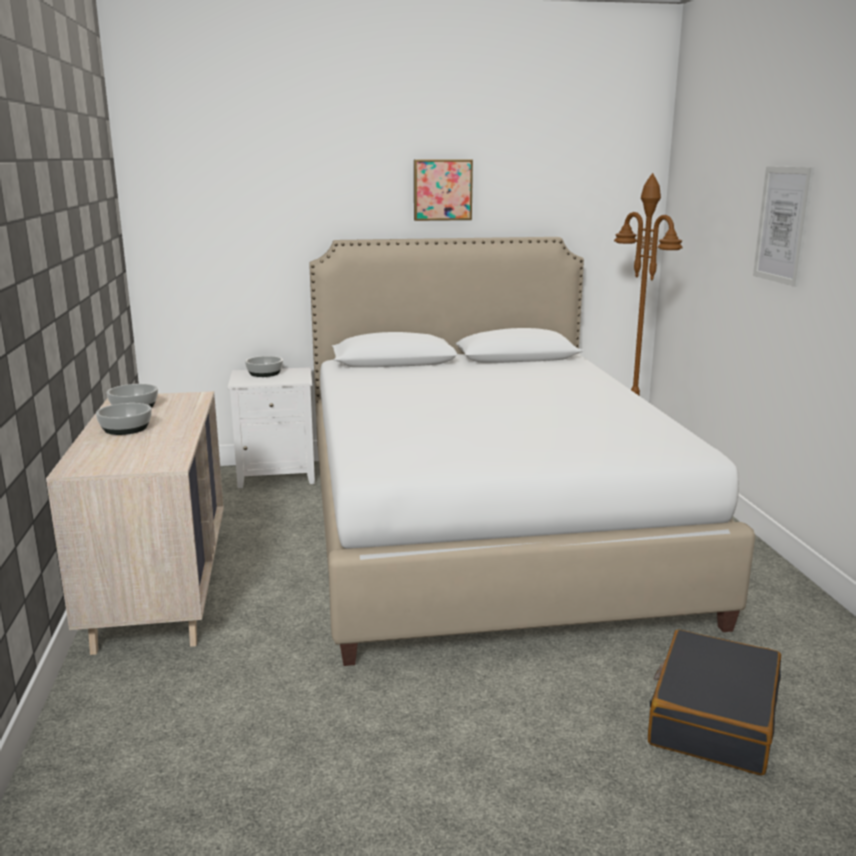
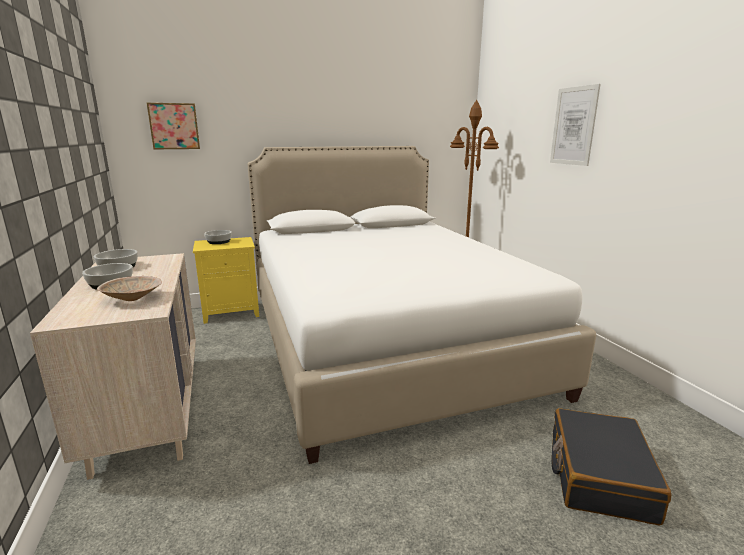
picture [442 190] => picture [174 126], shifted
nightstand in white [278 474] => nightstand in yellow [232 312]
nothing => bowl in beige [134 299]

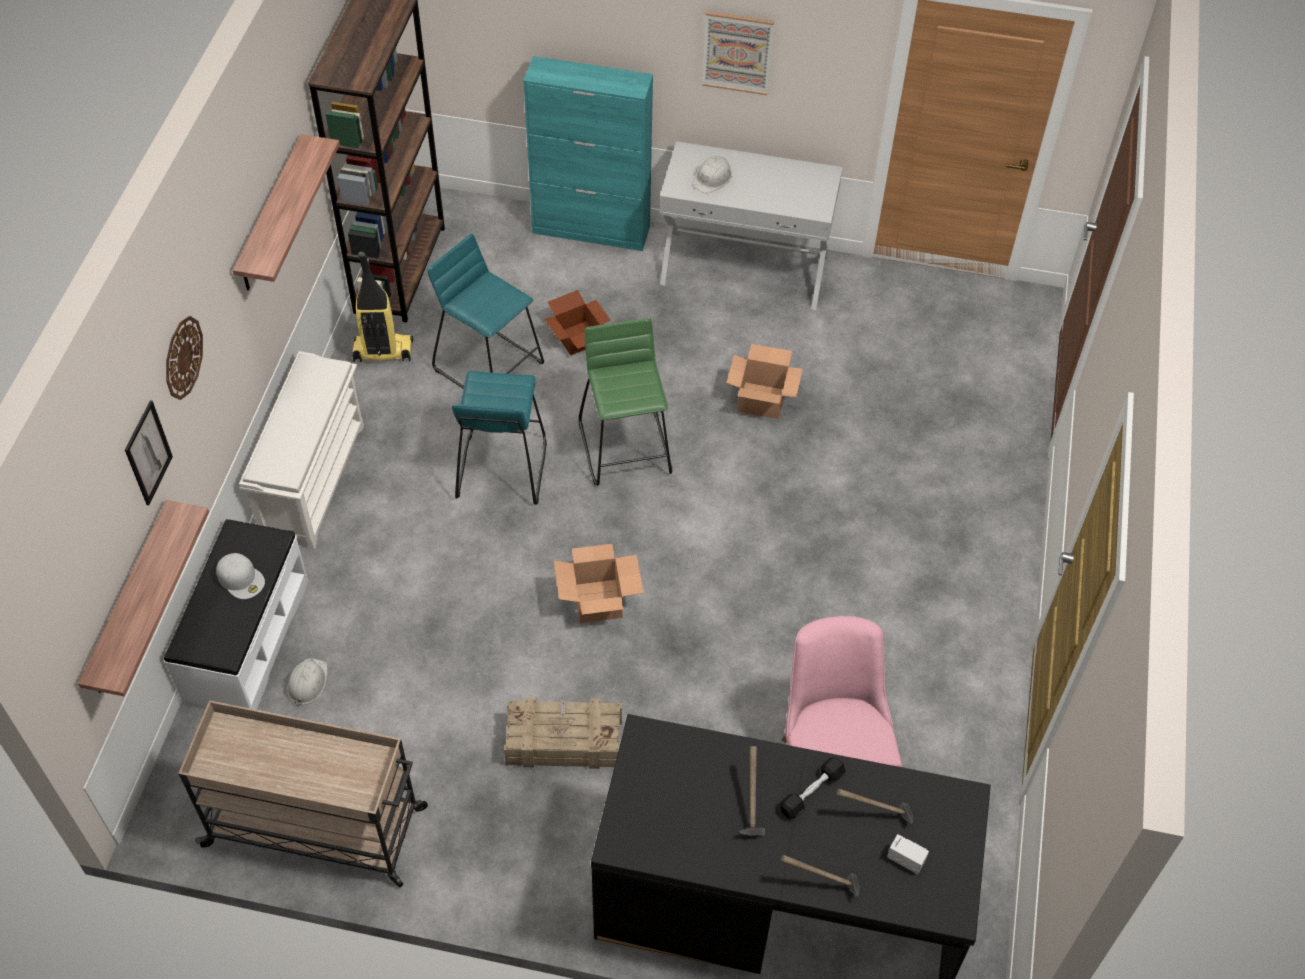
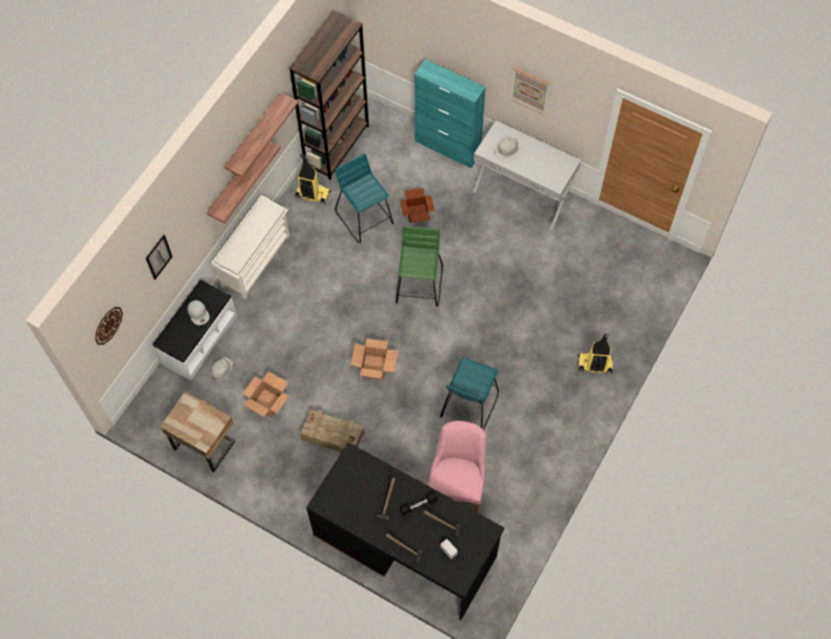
wall clock [183 357] => wall clock [108 325], shifted
cardboard box [761 400] => cardboard box [267 403], shifted
stool in turquoise [501 469] => stool in turquoise [469 405], shifted
shelf [129 601] => shelf [236 180], shifted
cart in beige [318 827] => nightstand in beige [205 444]
nothing => vacuum cleaner [594 365]

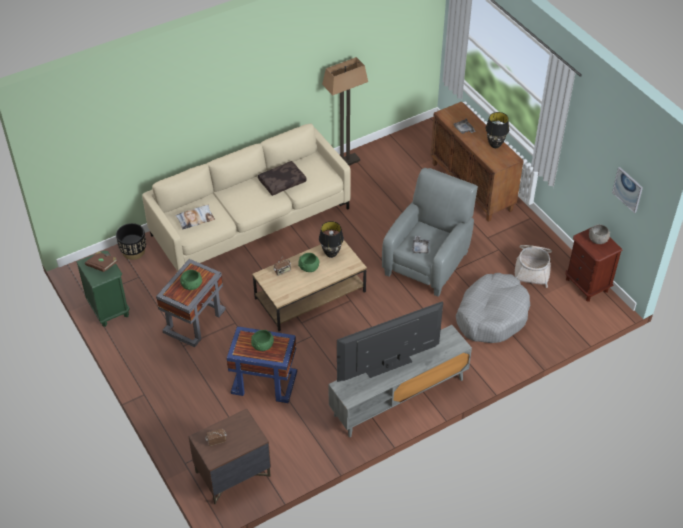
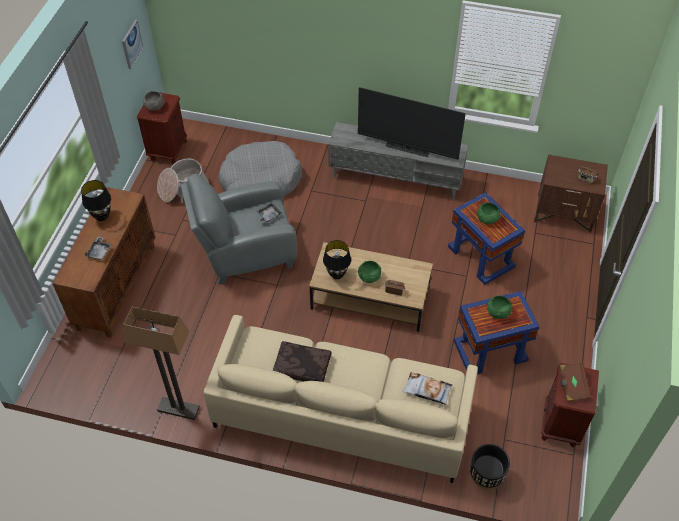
nightstand in green [109 309] => nightstand in brown [560 424]
side table in grey [195 320] => side table in blue [489 351]

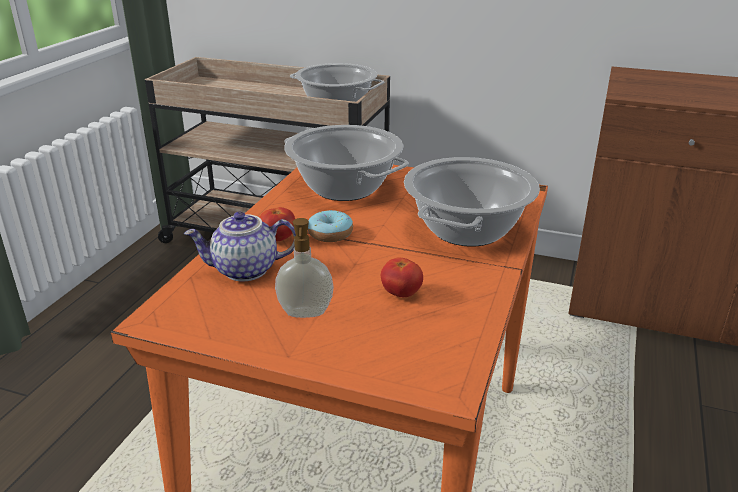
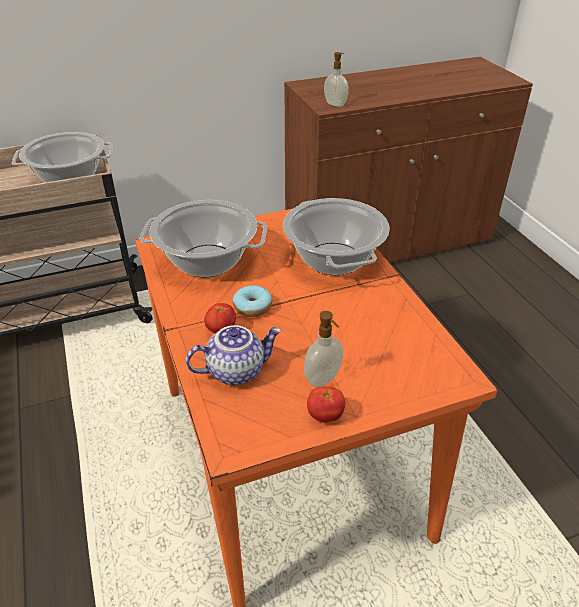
teapot [245 271] => teapot [236 370], 150 degrees counterclockwise
tomato [401 293] => tomato [325 415], shifted
nothing => soap dispenser [335 104]

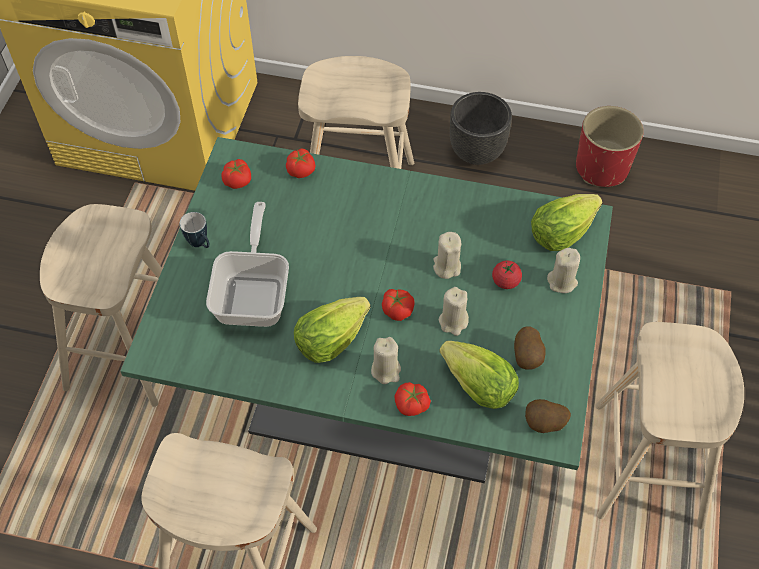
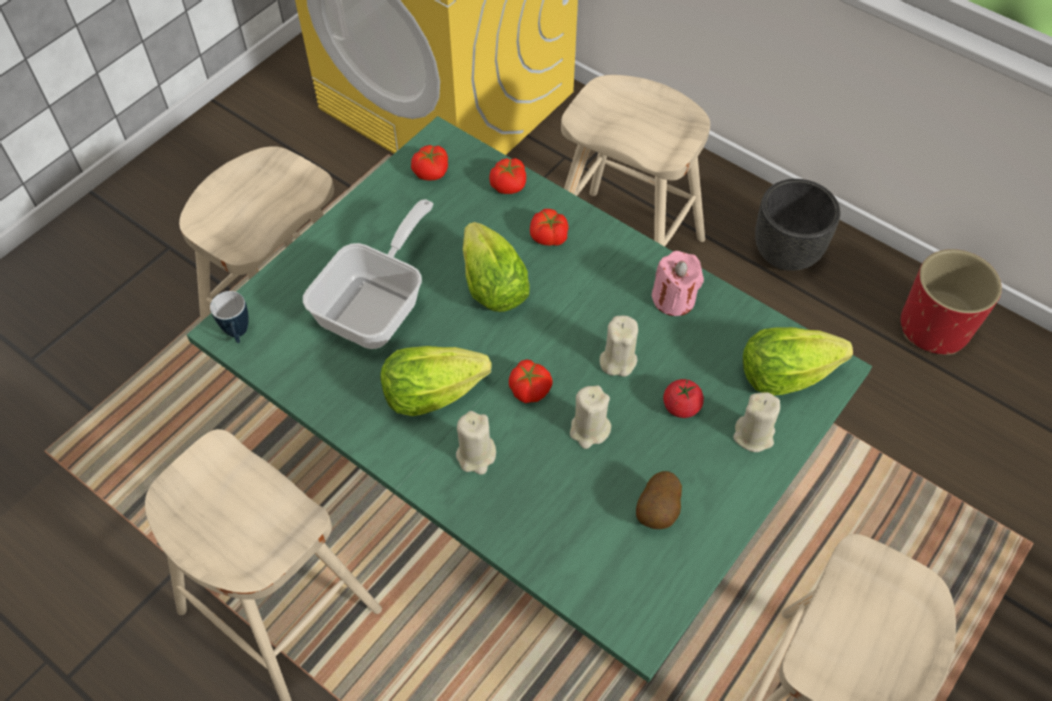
mug [200 244] => mug [238 335], shifted
lettuce [478 387] => lettuce [493 287], shifted
tomato [412 405] => tomato [549 237], shifted
potato [544 425] => nothing
nothing => candle in pink [674 299]

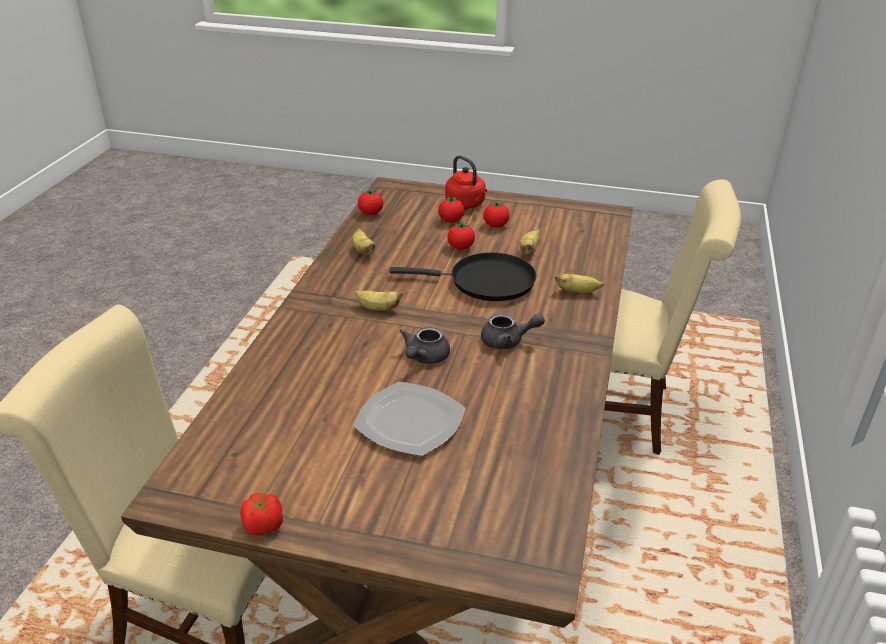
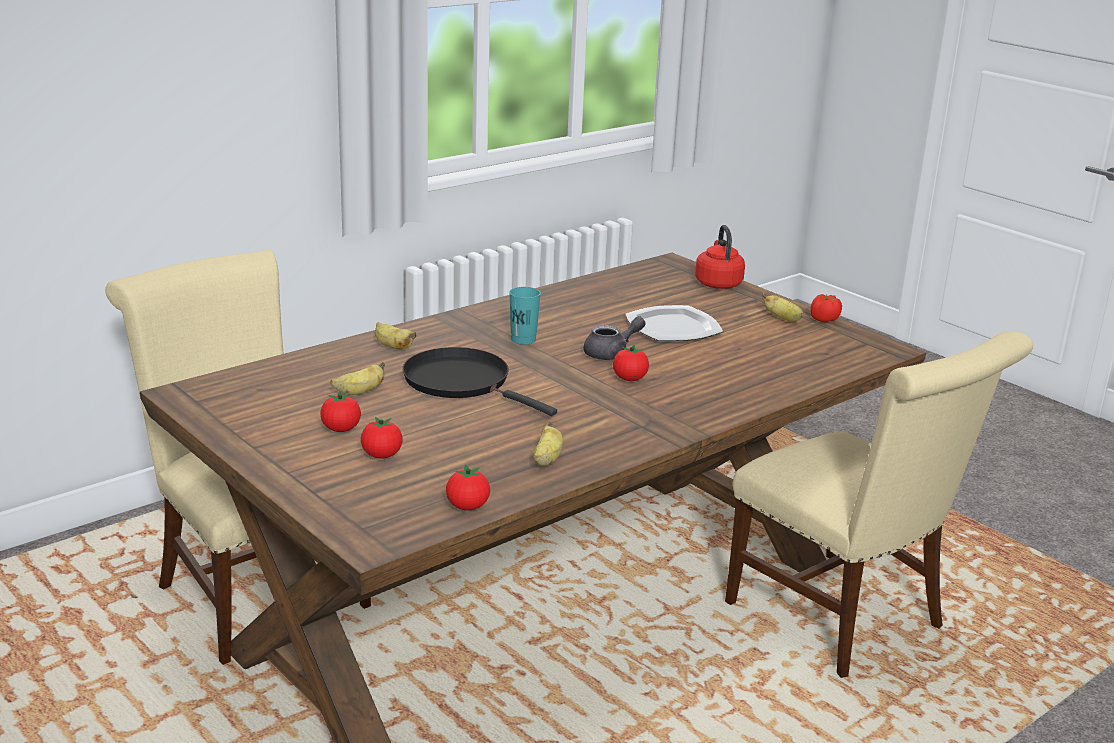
kettle in red [466 204] => kettle in red [718 283], shifted
tomato [460 247] => tomato [629 379], shifted
banana [377 308] => banana [783 319], shifted
teapot in grey [508 341] => cup in turquoise [523 339]

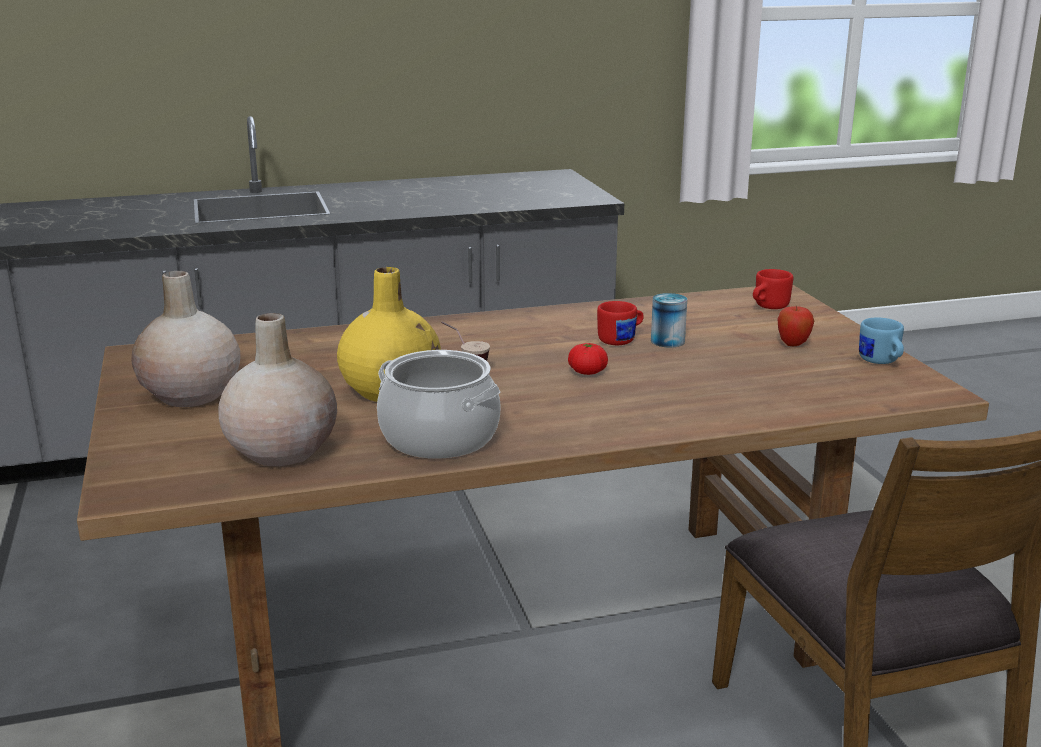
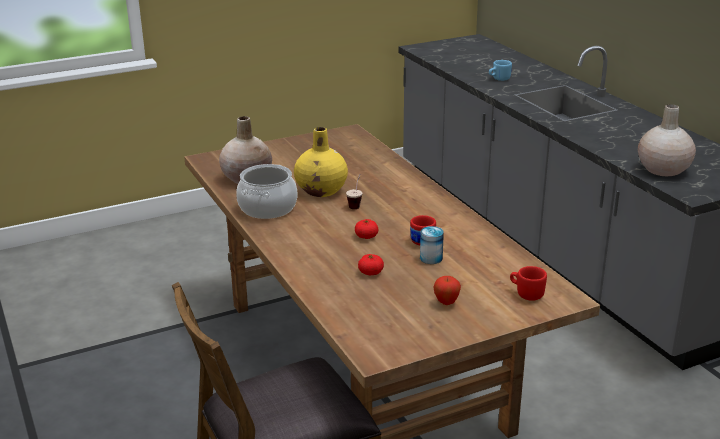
vase in beige [191 395] => vase in beige [662 170], shifted
mug in blue [881 362] => mug in blue [498 79], shifted
nothing => tomato [370 272]

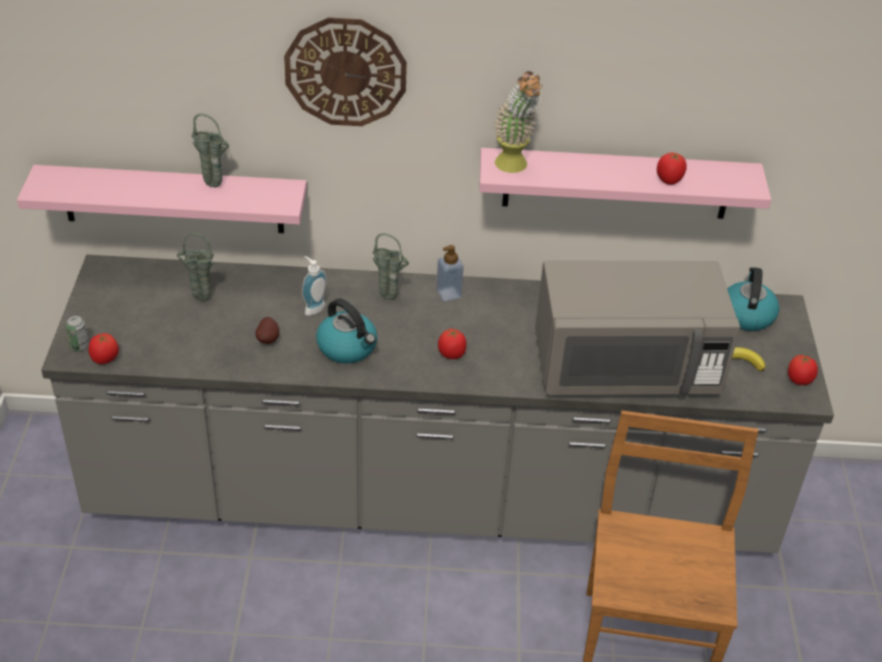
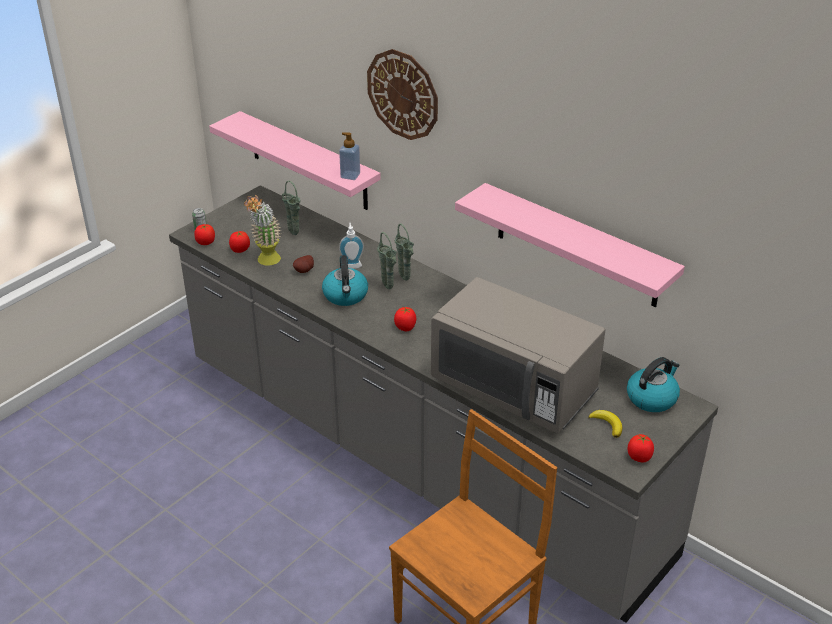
potted plant [514 168] => potted plant [266 262], shifted
vase in green [215 187] => vase in green [388 288], shifted
tomato [669 180] => tomato [240 250], shifted
soap dispenser [448 294] => soap dispenser [350 175], shifted

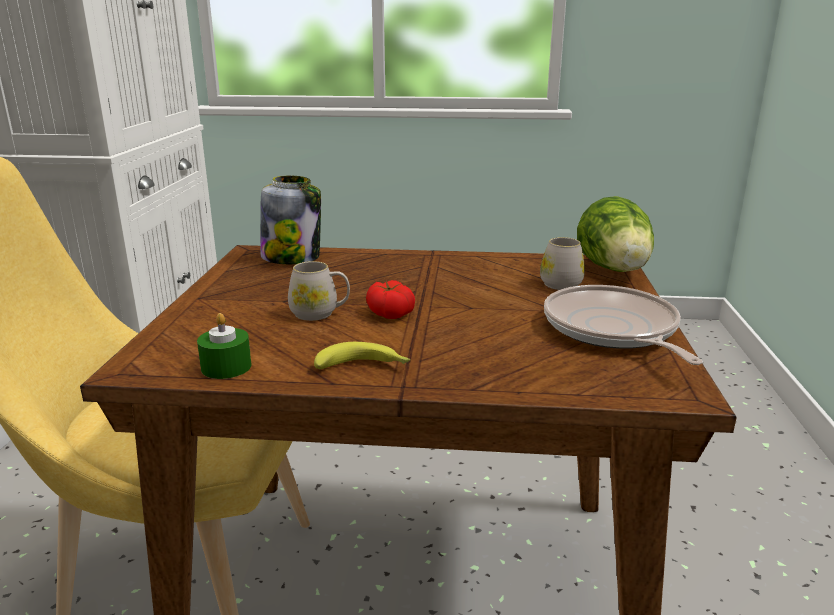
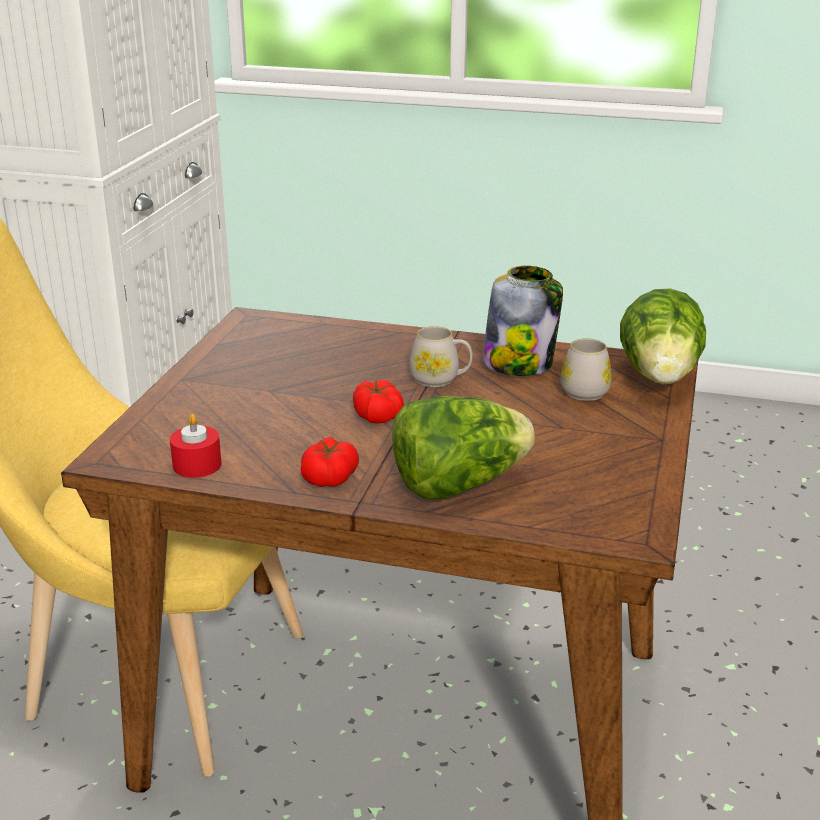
jar [292 257] => jar [519 363], shifted
mug in white [320 313] => mug in white [440 379], shifted
frying pan [612 330] => nothing
candle in green [226 367] => candle in red [197 465]
banana [364 367] => tomato [329 477]
nothing => lettuce [458 485]

